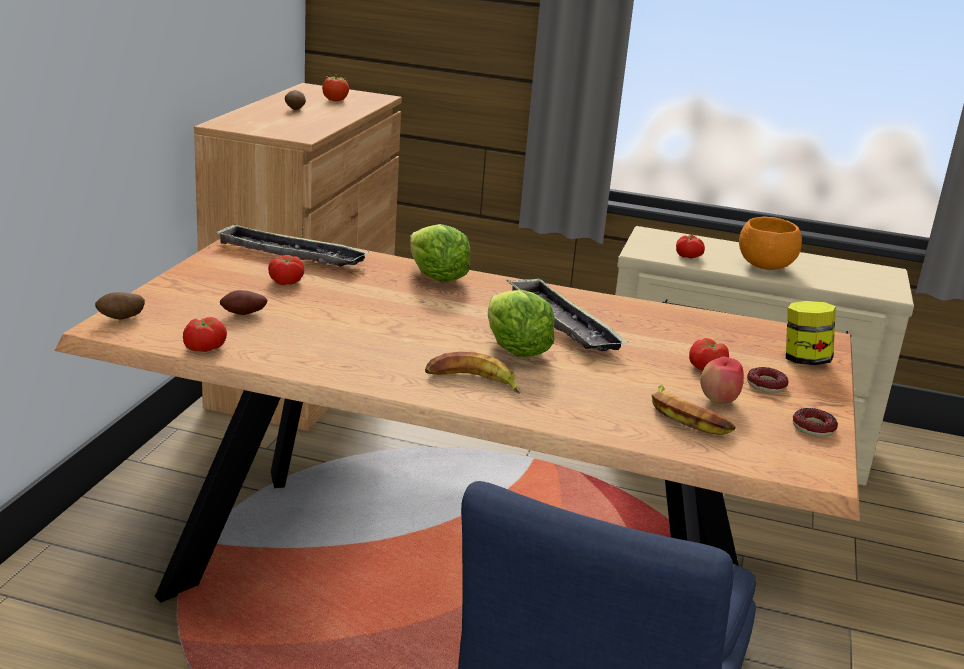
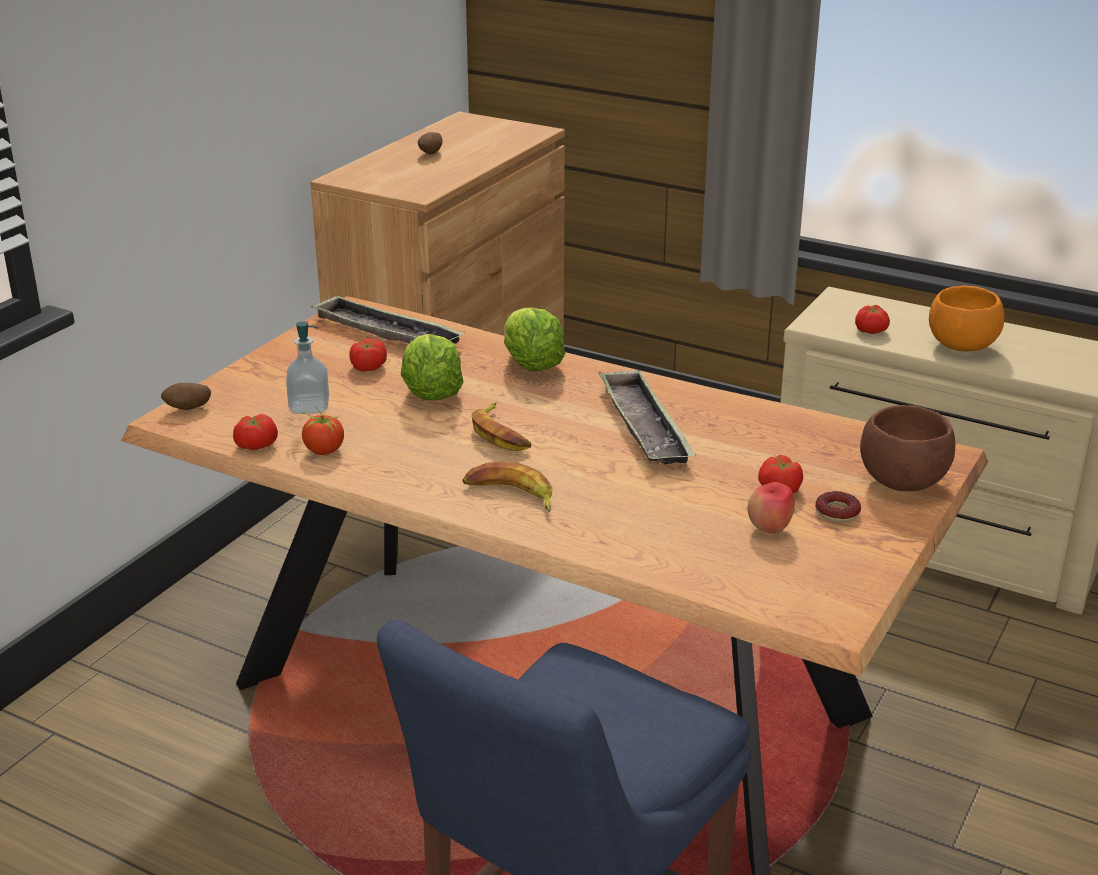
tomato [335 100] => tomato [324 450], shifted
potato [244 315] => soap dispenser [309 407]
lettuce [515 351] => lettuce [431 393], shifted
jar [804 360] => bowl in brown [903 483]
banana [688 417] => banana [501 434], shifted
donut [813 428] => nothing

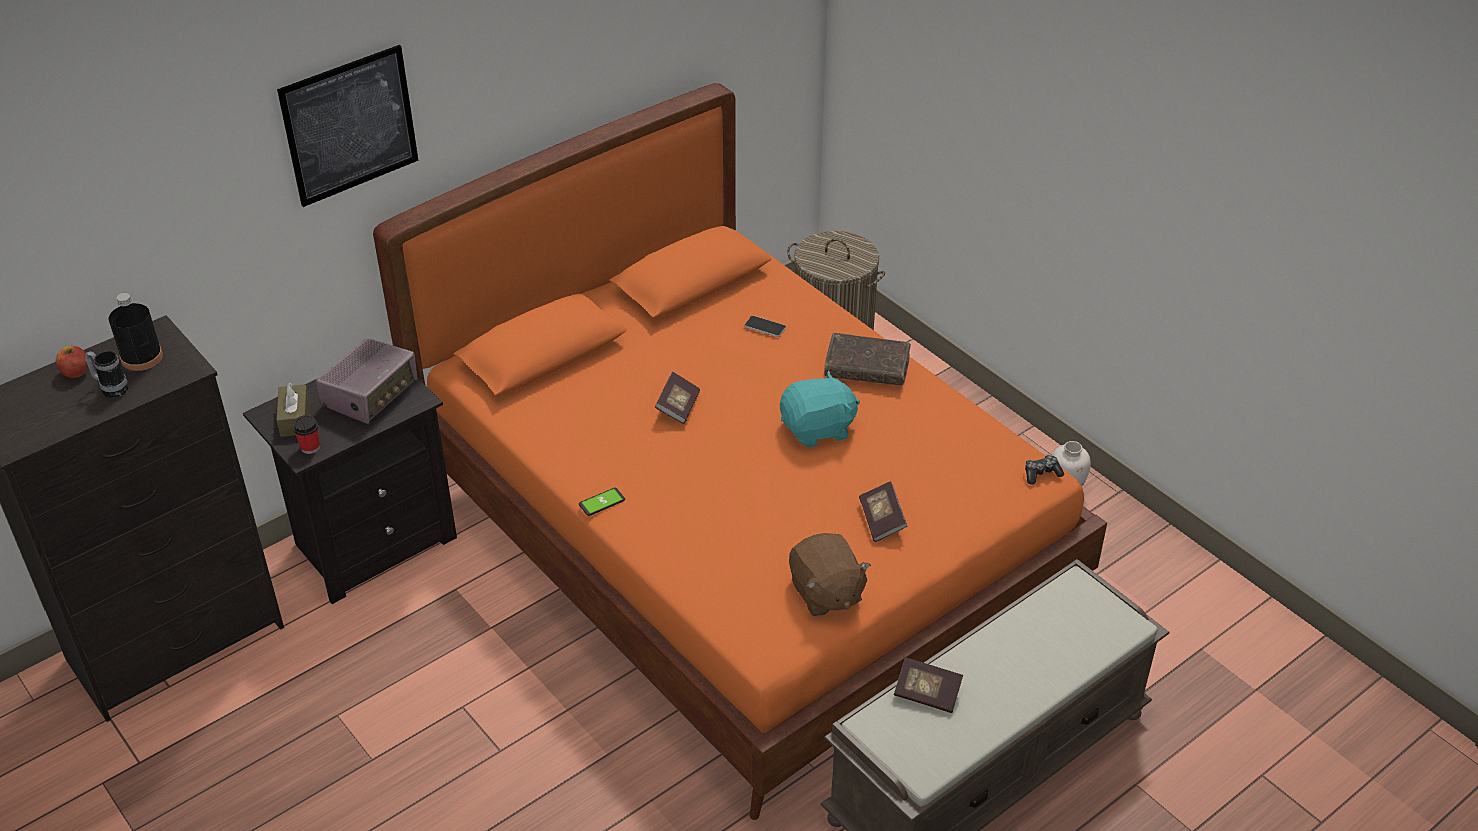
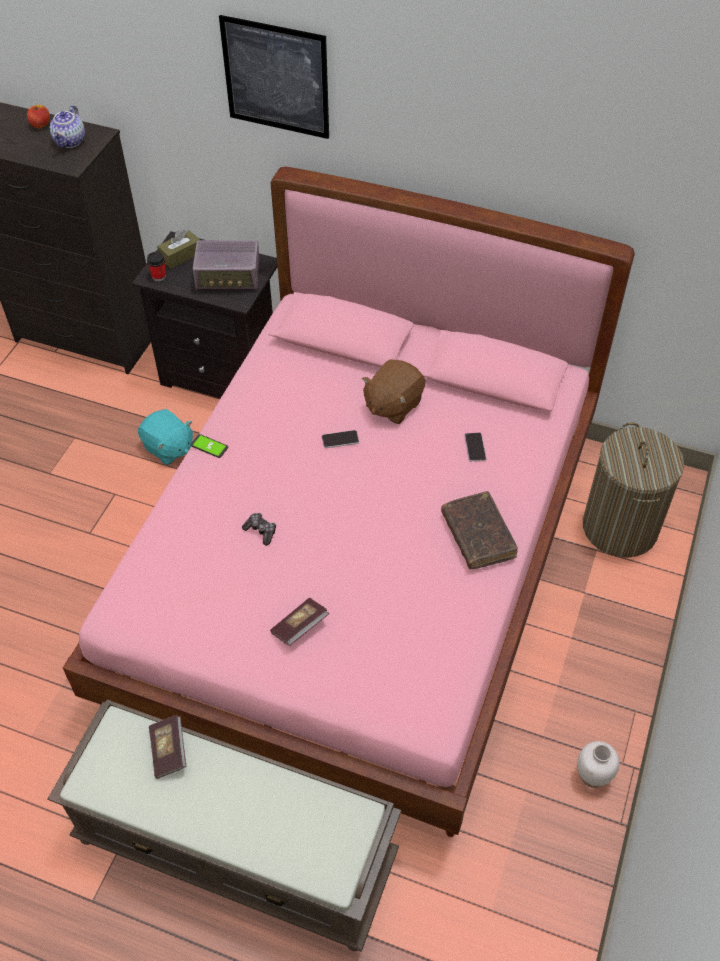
bed in orange [739 542] => bed in pink [362 570]
bottle in black [142 357] => teapot [70 141]
mug [111 389] => nothing
plush toy in turquoise [818 429] => plush toy in turquoise [168 448], shifted
book [678 407] => phone [340 439]
game controller [1041 473] => game controller [261 531], shifted
plush toy in brown [825 593] => plush toy in brown [393 405], shifted

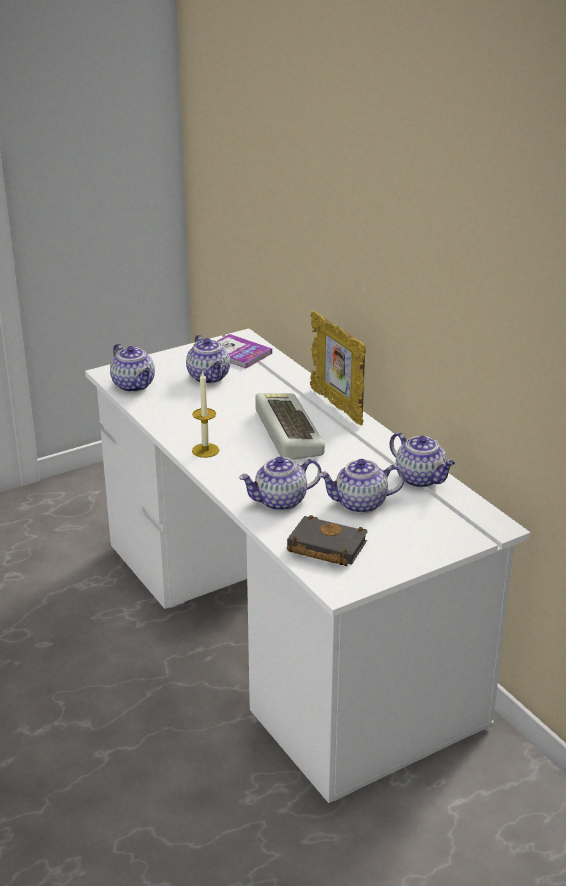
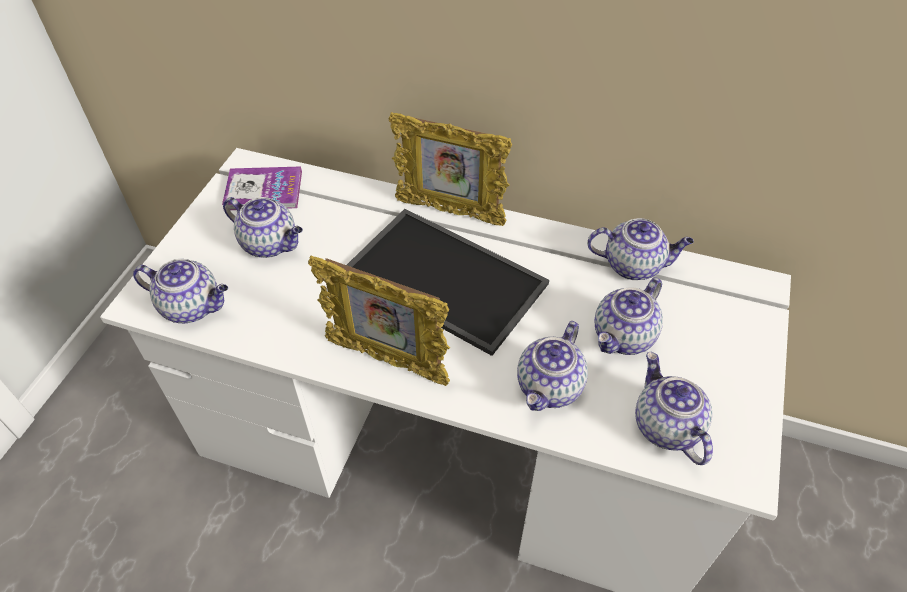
candle [205 450] => picture frame [387 360]
keyboard [285 432] => tray [441 279]
book in black [324 547] => teapot [665 426]

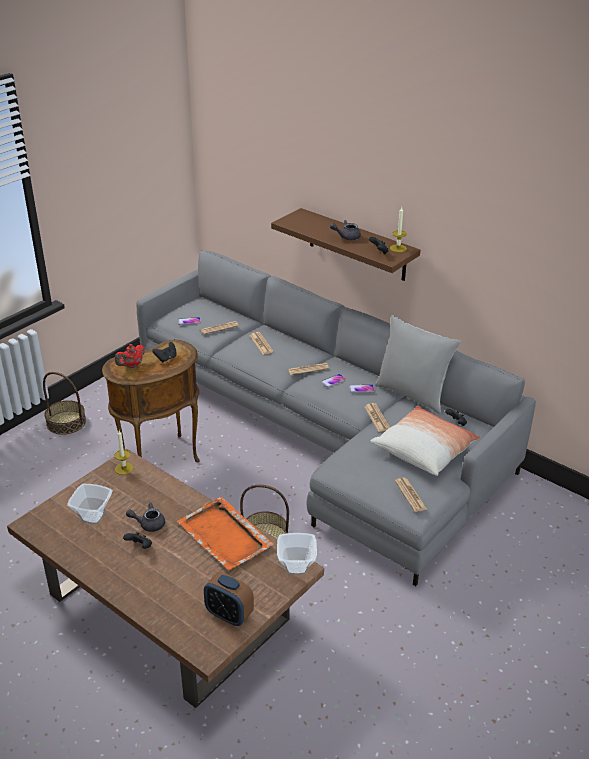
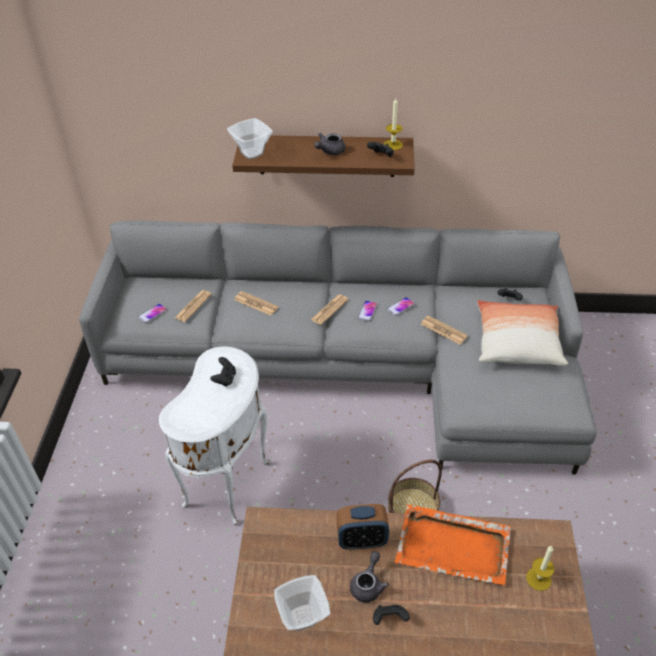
pillow in grey [412 394] => nothing
side table in brown [161 461] => side table in white [230 485]
teapot in red [132 366] => nothing
basket [66 422] => nothing
candle [124 468] => candle [538 579], shifted
newspaper [410 495] => nothing
teapot in grey [148 524] => teapot in grey [368 584], 150 degrees clockwise
bowl [295 568] => bowl [251 154], shifted
alarm clock [229 615] => alarm clock [362 540], shifted

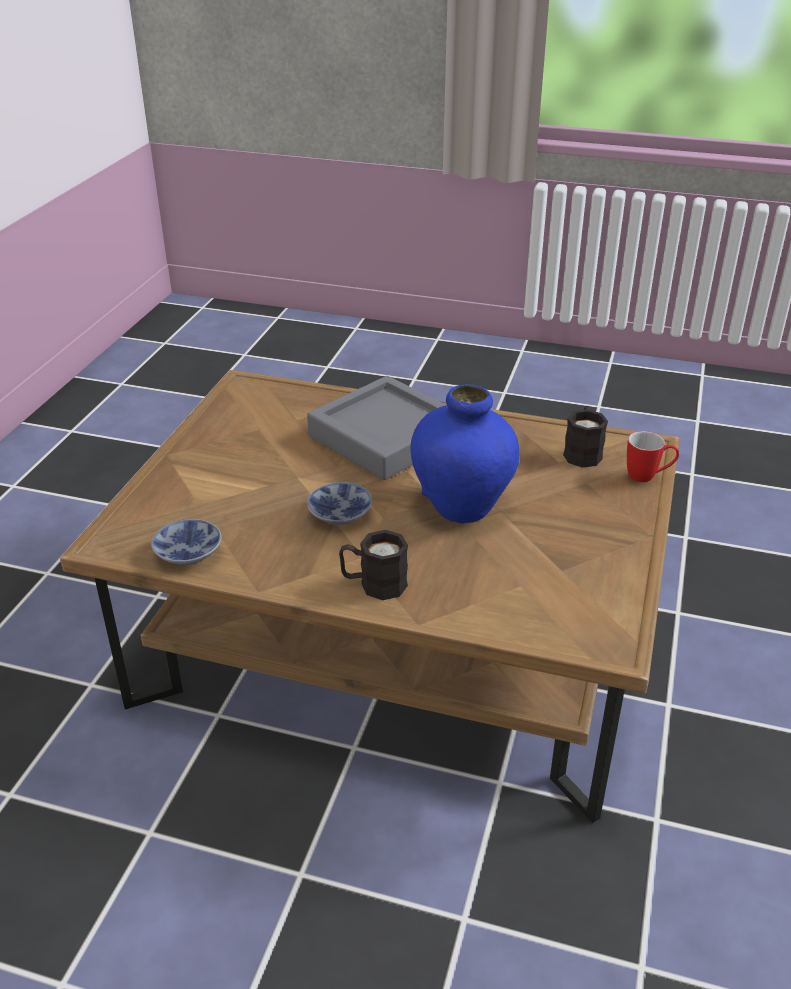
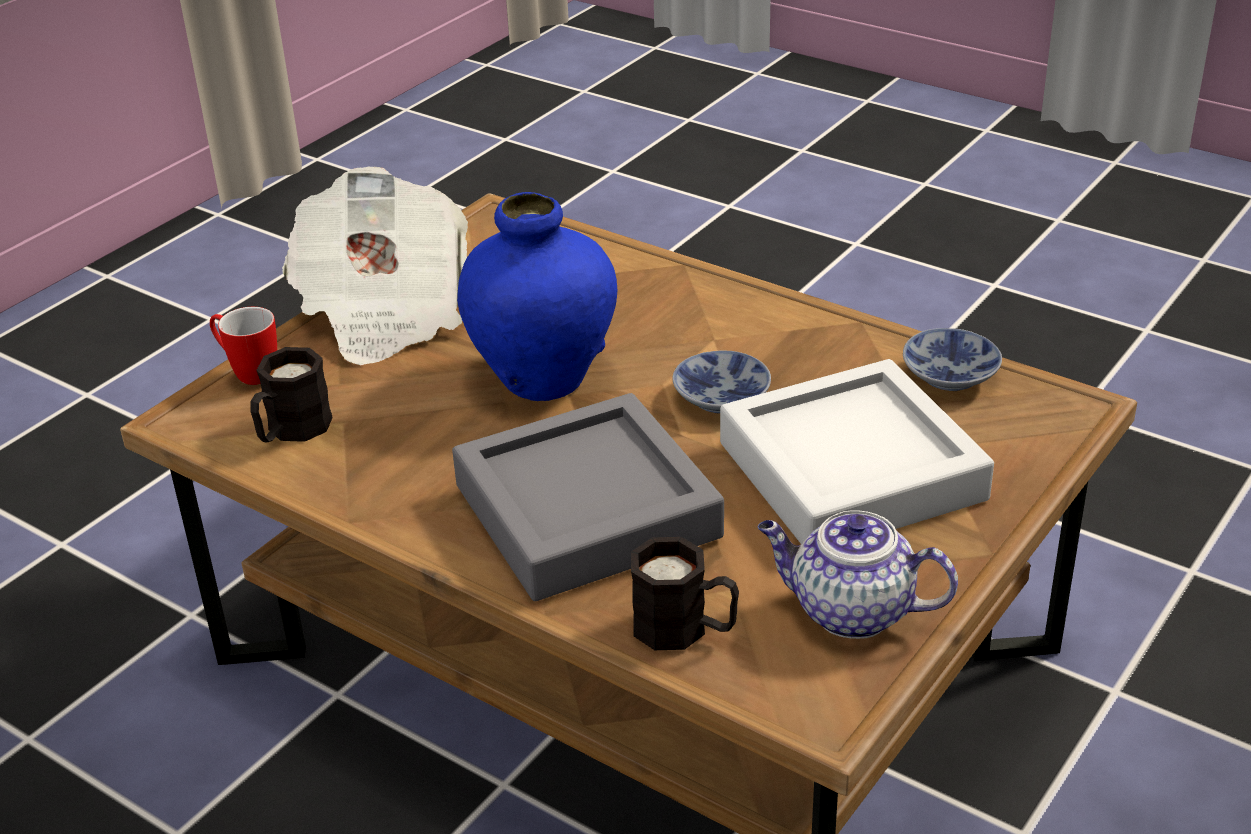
mug in black [373 584] => mug in black [685 629], shifted
nothing => newspaper [383 311]
nothing => tray in grey [851 471]
nothing => teapot [849 611]

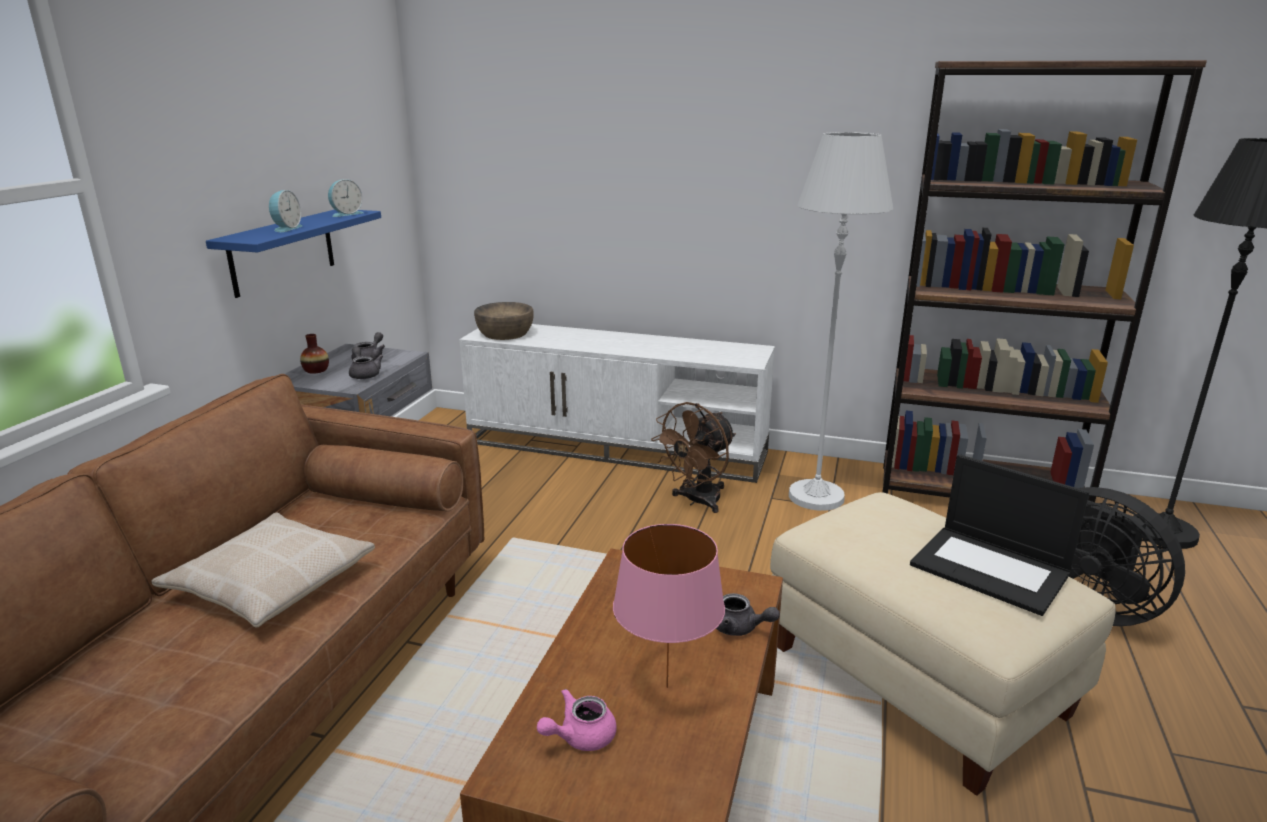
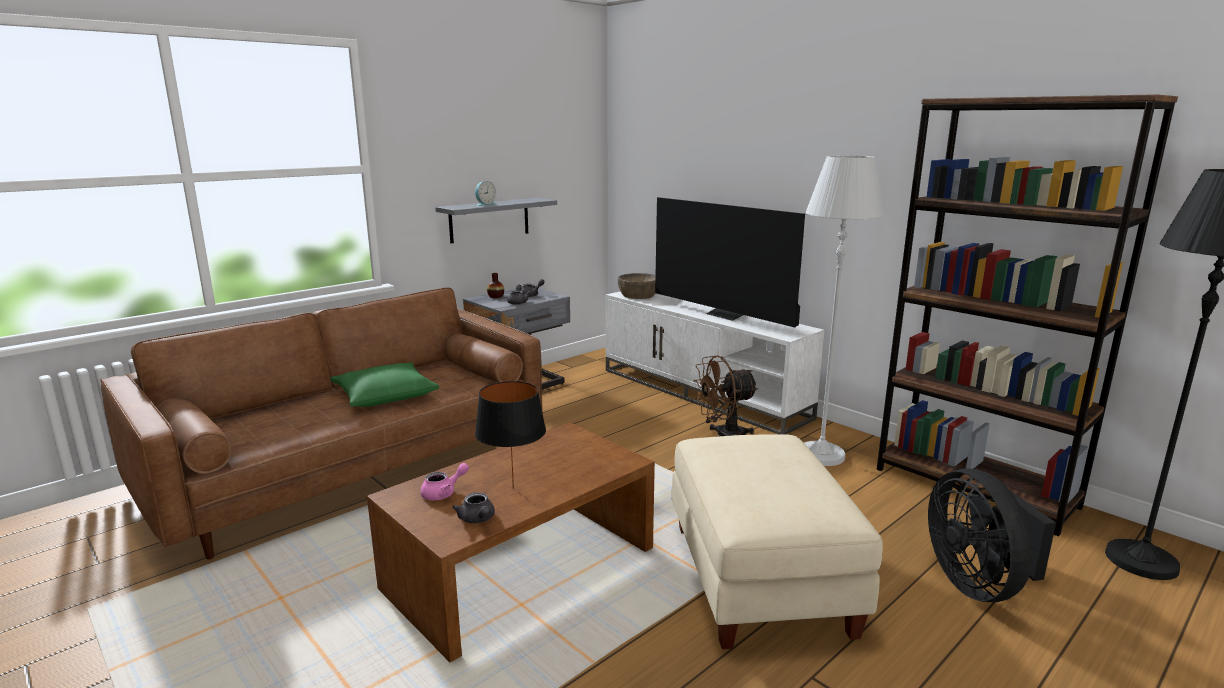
alarm clock [345 214] => nothing
shelf in blue [283 251] => shelf in grey [489 220]
laptop [991 569] => nothing
pillow in beige [271 583] => pillow in green [385 395]
table lamp in pink [665 687] => table lamp in black [512 488]
teapot in grey [740 628] => teapot in grey [477 520], shifted
teapot in pink [580 736] => teapot in pink [443 493], 150 degrees clockwise
nothing => television [726 315]

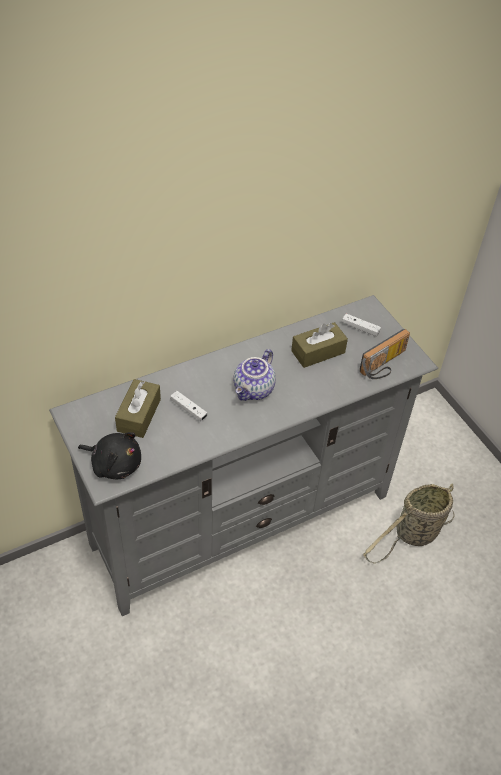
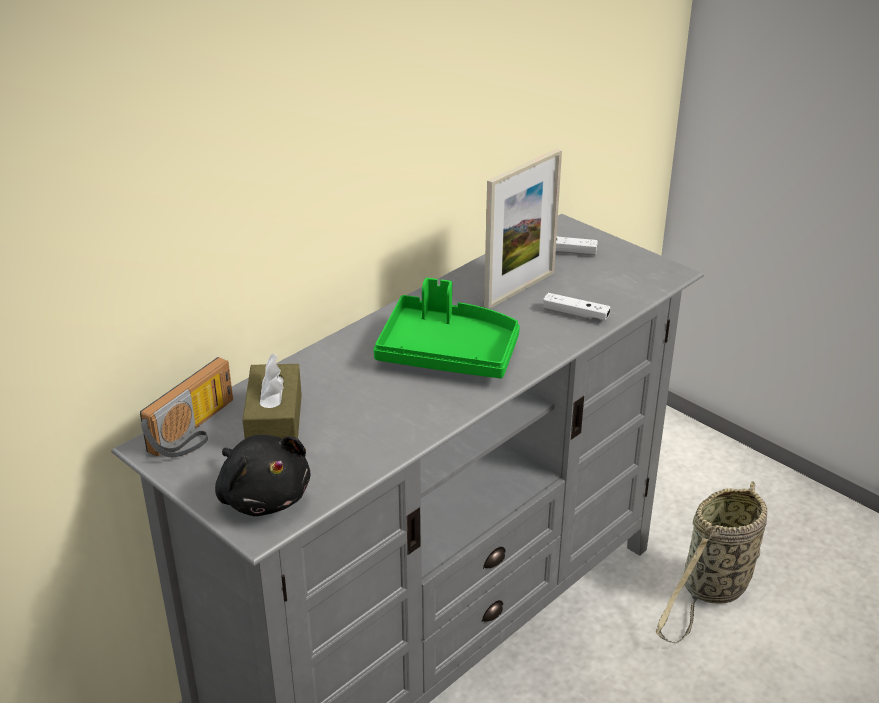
tissue box in brown [318 352] => picture frame [519 289]
radio [385 365] => radio [196 431], shifted
teapot [254 390] => tray in green [448 353]
game controller in white [188 409] => game controller in white [575 314], shifted
plush toy in black [114 464] => plush toy in black [263 496], 45 degrees clockwise

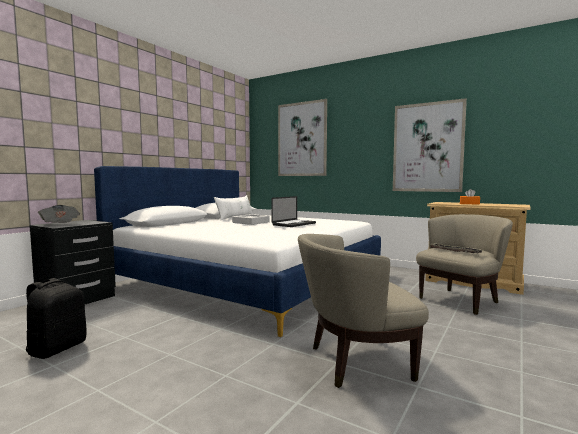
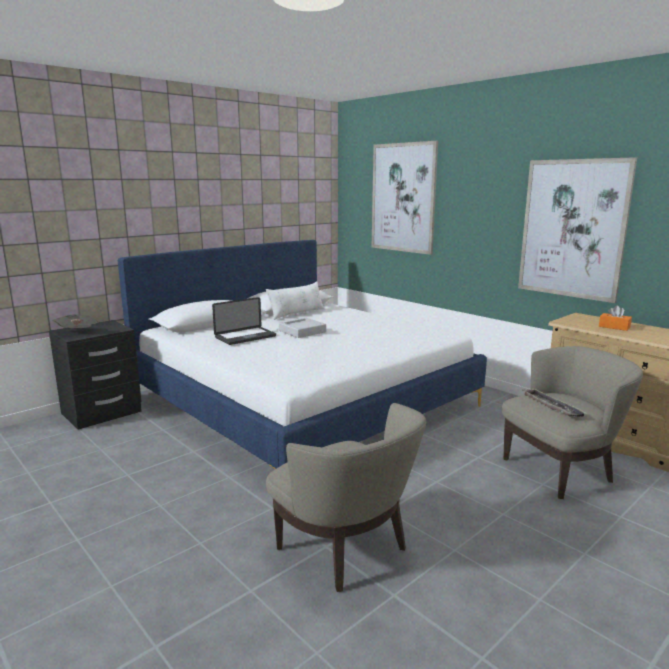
laptop [294 224] => laptop [245 337], shifted
armchair in beige [355 362] => armchair in beige [346 550], 135 degrees counterclockwise
backpack in black [57 348] => nothing

